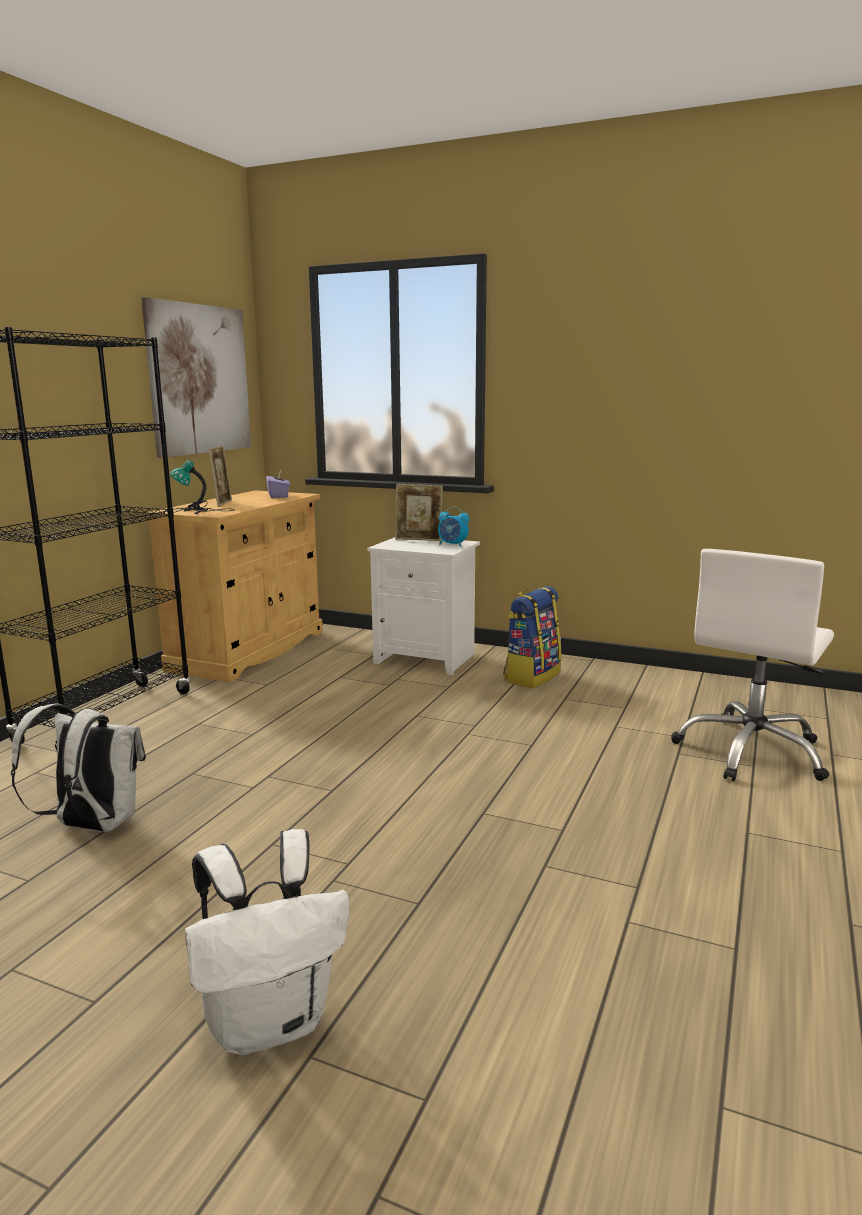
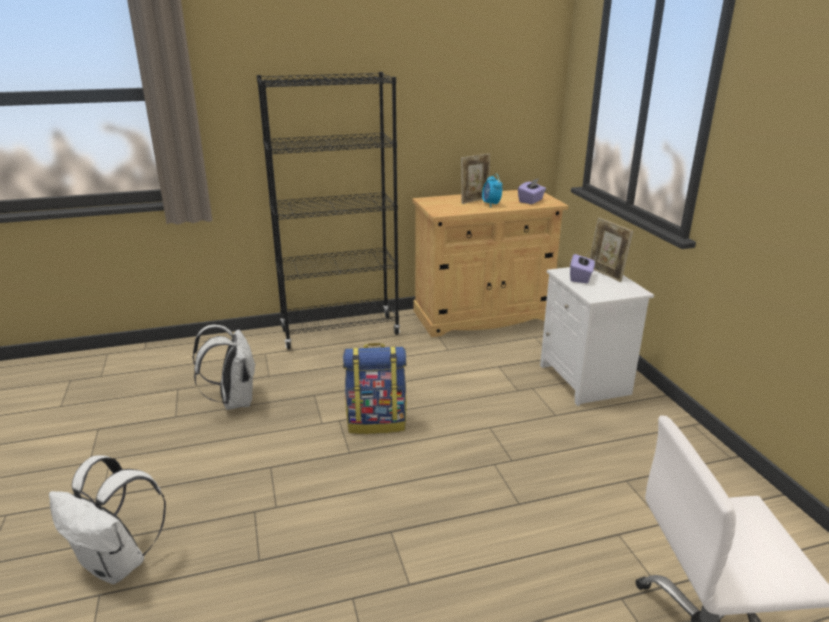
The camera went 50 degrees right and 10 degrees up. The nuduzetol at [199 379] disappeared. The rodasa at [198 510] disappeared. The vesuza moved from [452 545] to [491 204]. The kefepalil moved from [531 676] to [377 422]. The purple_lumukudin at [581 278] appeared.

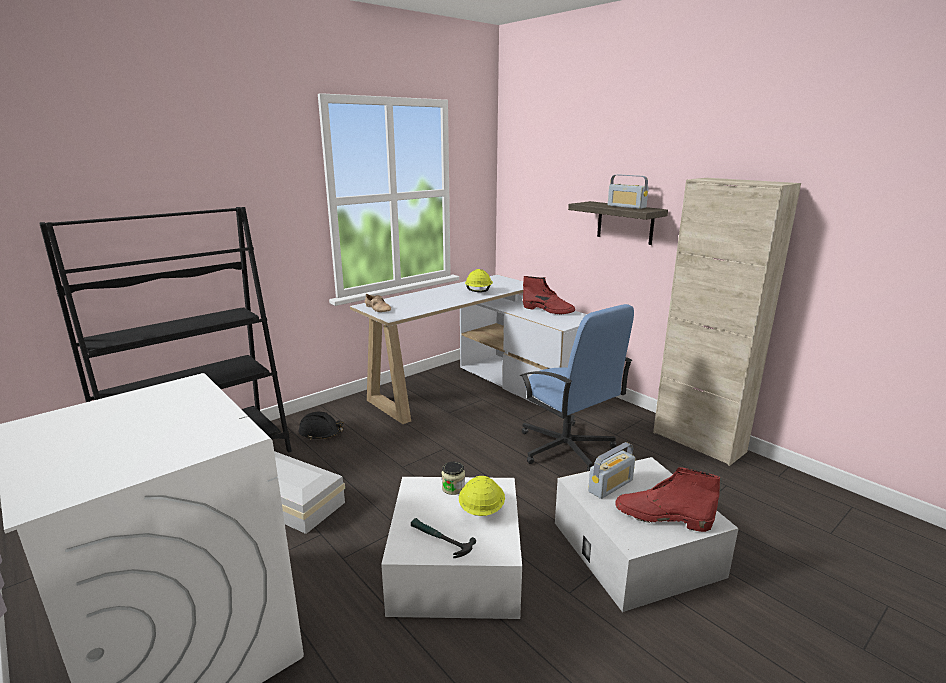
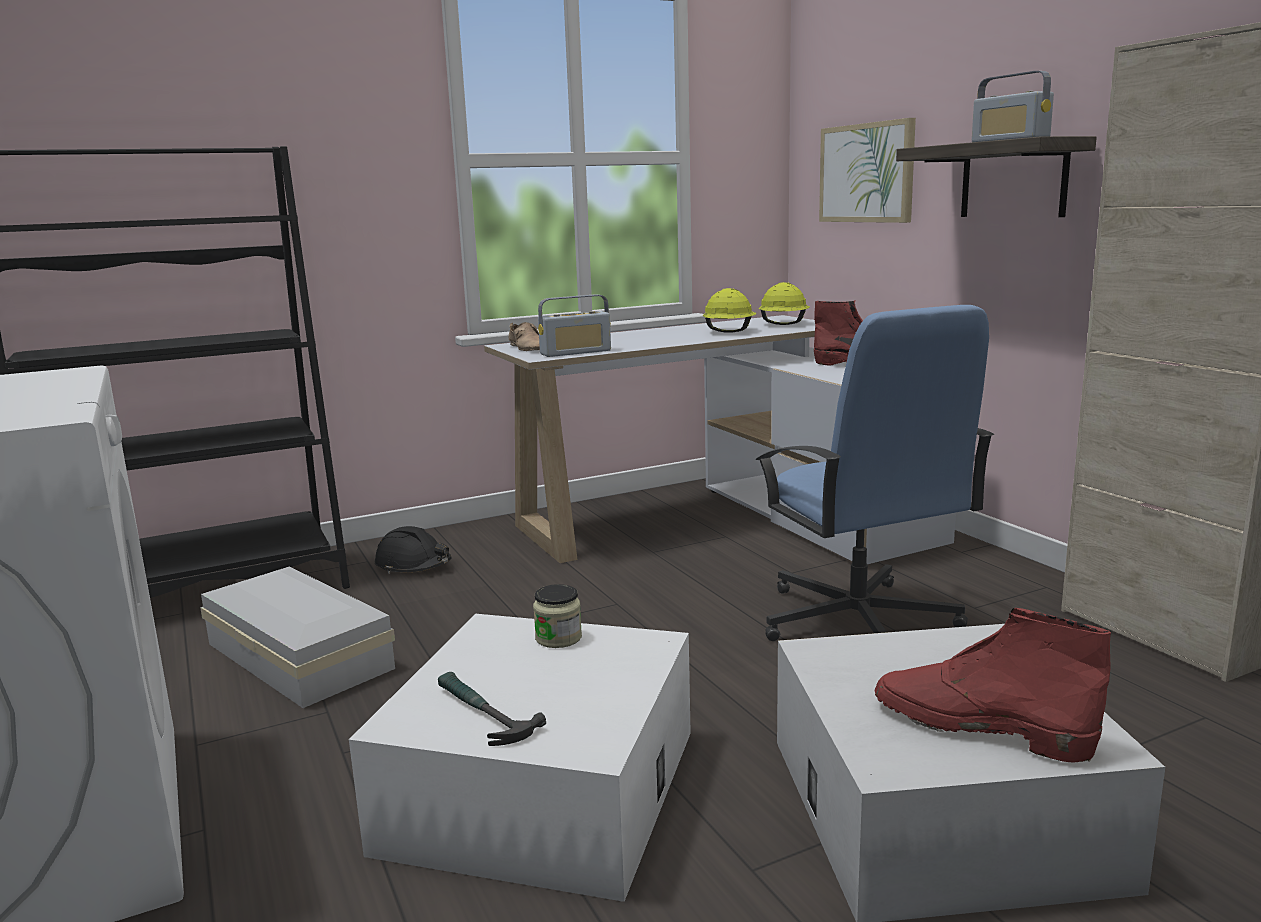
The camera went 15 degrees right and 5 degrees down. The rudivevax moved from [610 486] to [575 352]. The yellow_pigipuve moved from [481 510] to [783 324]. The nuduzetol at [867 173] appeared.

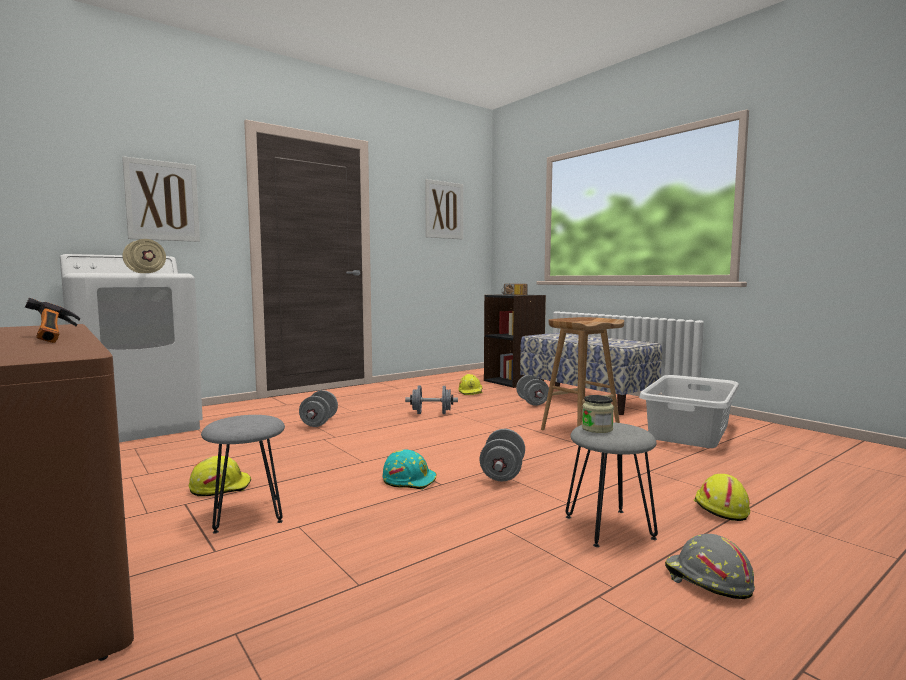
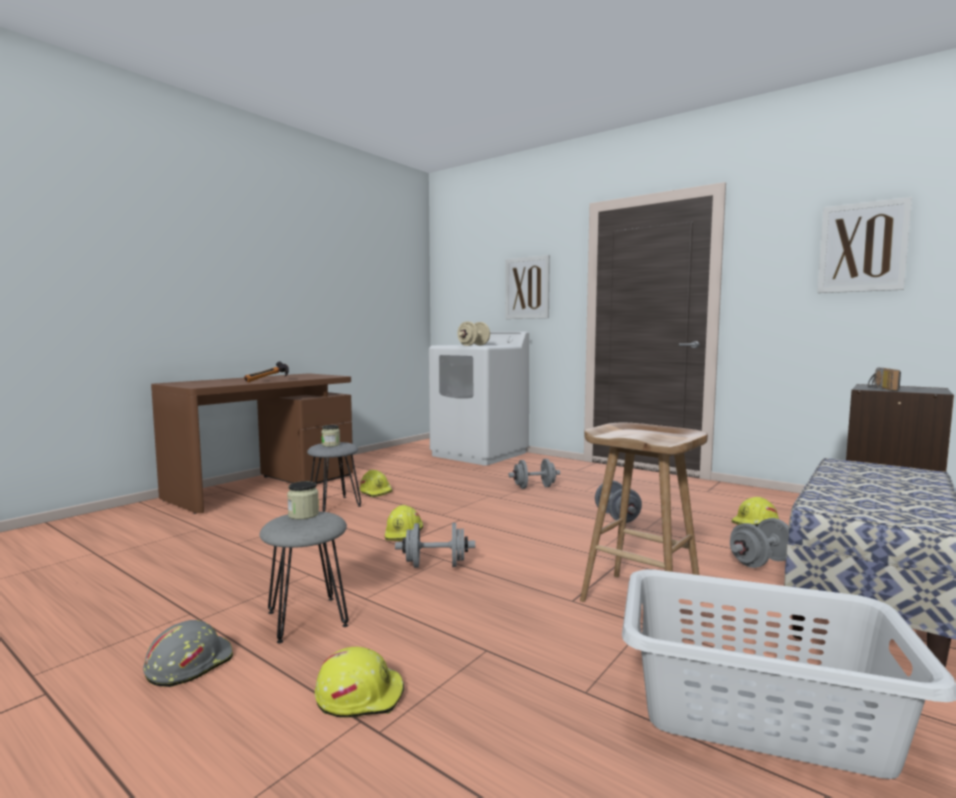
The camera went 75 degrees right and 0 degrees up. The turquoise_pigipuve at [409 480] became the yellow_pigipuve at [404 534]. The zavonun at [331 445] appeared.

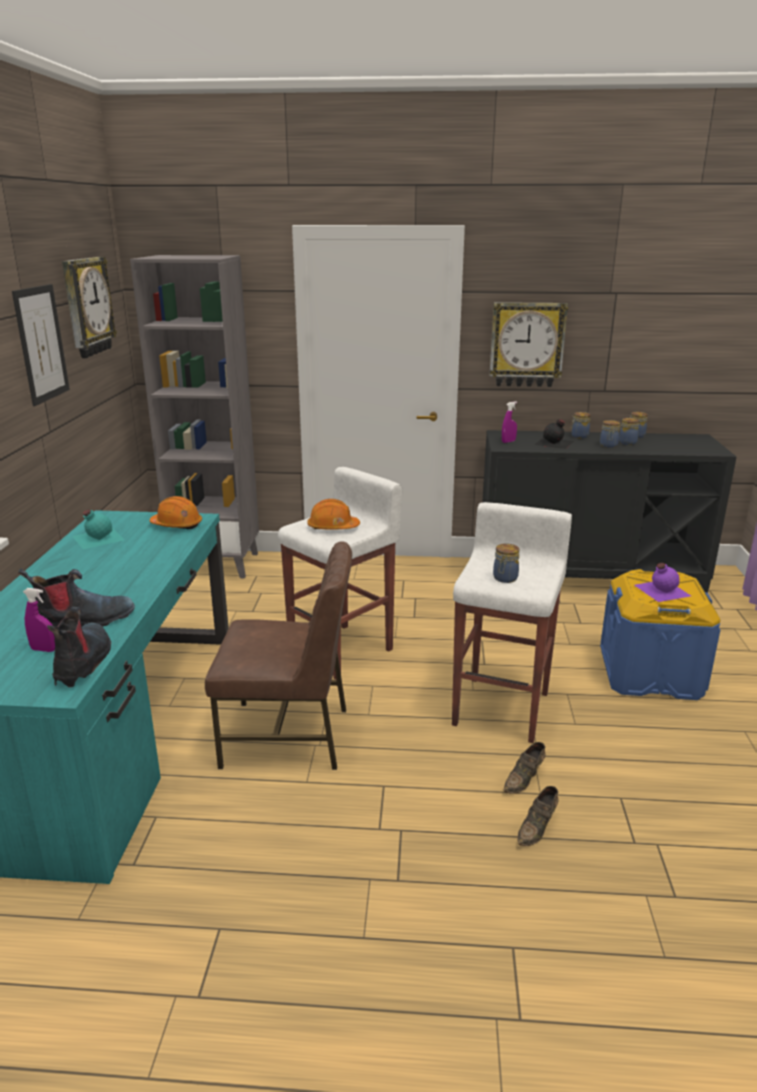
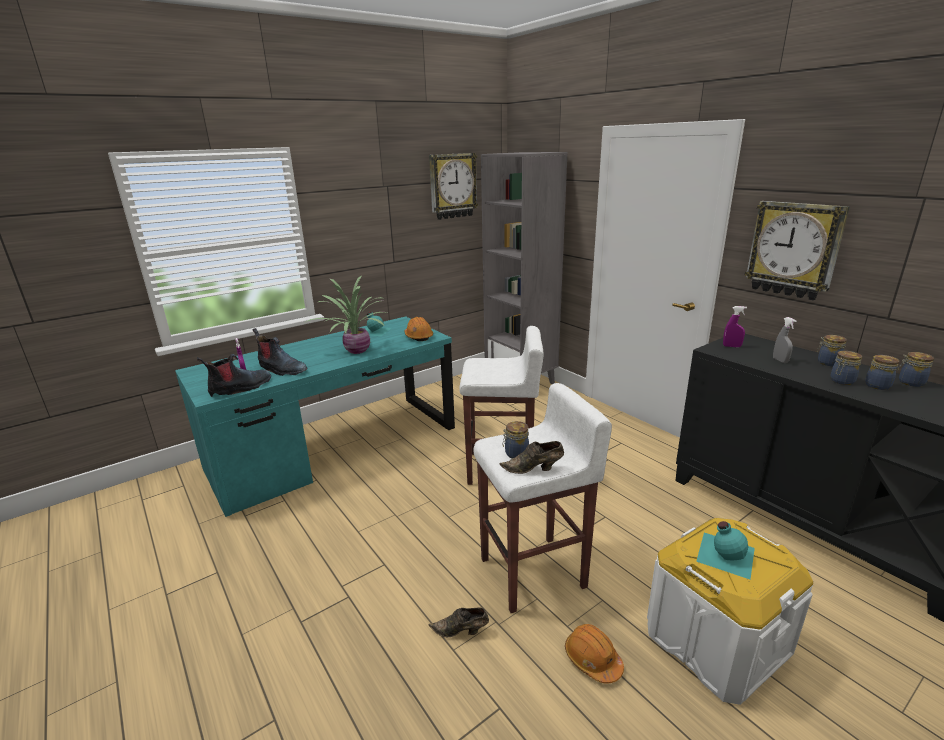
The camera went 50 degrees right and 0 degrees up. The nuduzetol at [41 344] disappeared. The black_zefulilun at [554 443] was replaced by the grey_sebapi at [780 360]. The orange_pigipuve moved from [332 527] to [592 659]. The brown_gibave at [288 736] disappeared. The purple_zefulilun at [661 590] became the turquoise_zefulilun at [725 553]. The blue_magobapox at [650 673] became the white_magobapox at [715 641]. The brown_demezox moved from [538 828] to [534 469]. The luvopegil at [356 350] appeared.

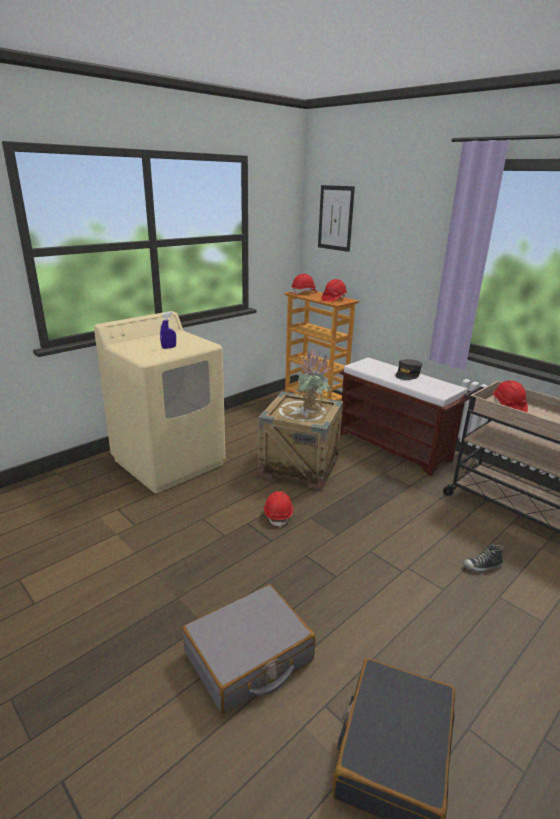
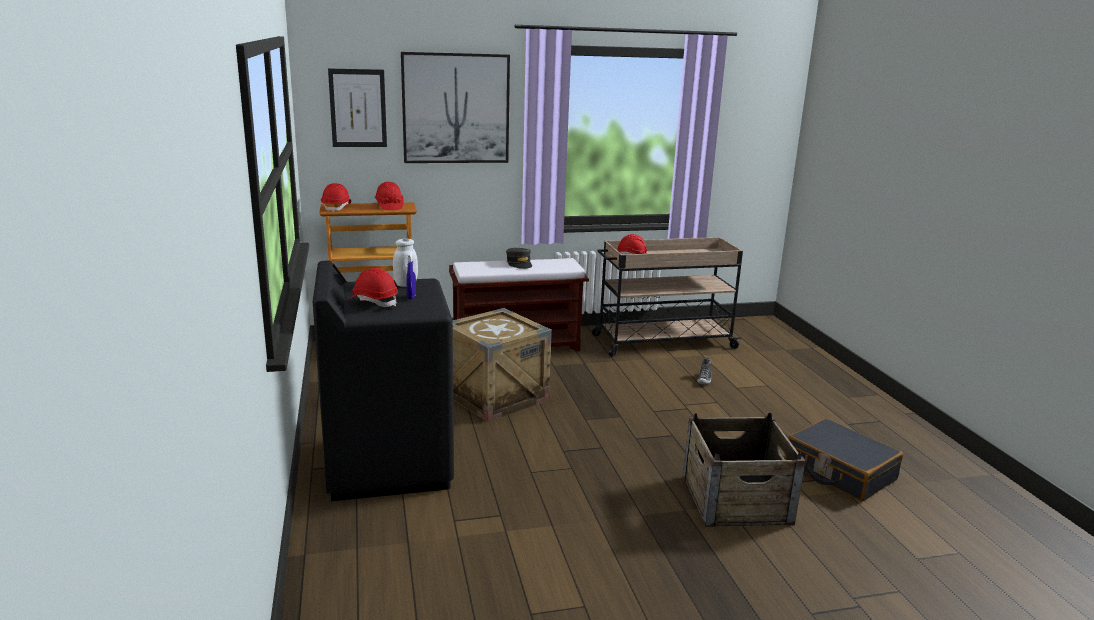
The camera went 60 degrees left and 5 degrees down. The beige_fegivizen at [169 461] became the black_fegivizen at [388 464]. The luvopegil at [312 411] disappeared. The red_pigipuve moved from [278 514] to [374 301]. The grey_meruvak at [249 657] was replaced by the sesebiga at [735 499]. The nuduzetol at [456 108] appeared. The white_zavonun at [405 284] appeared.

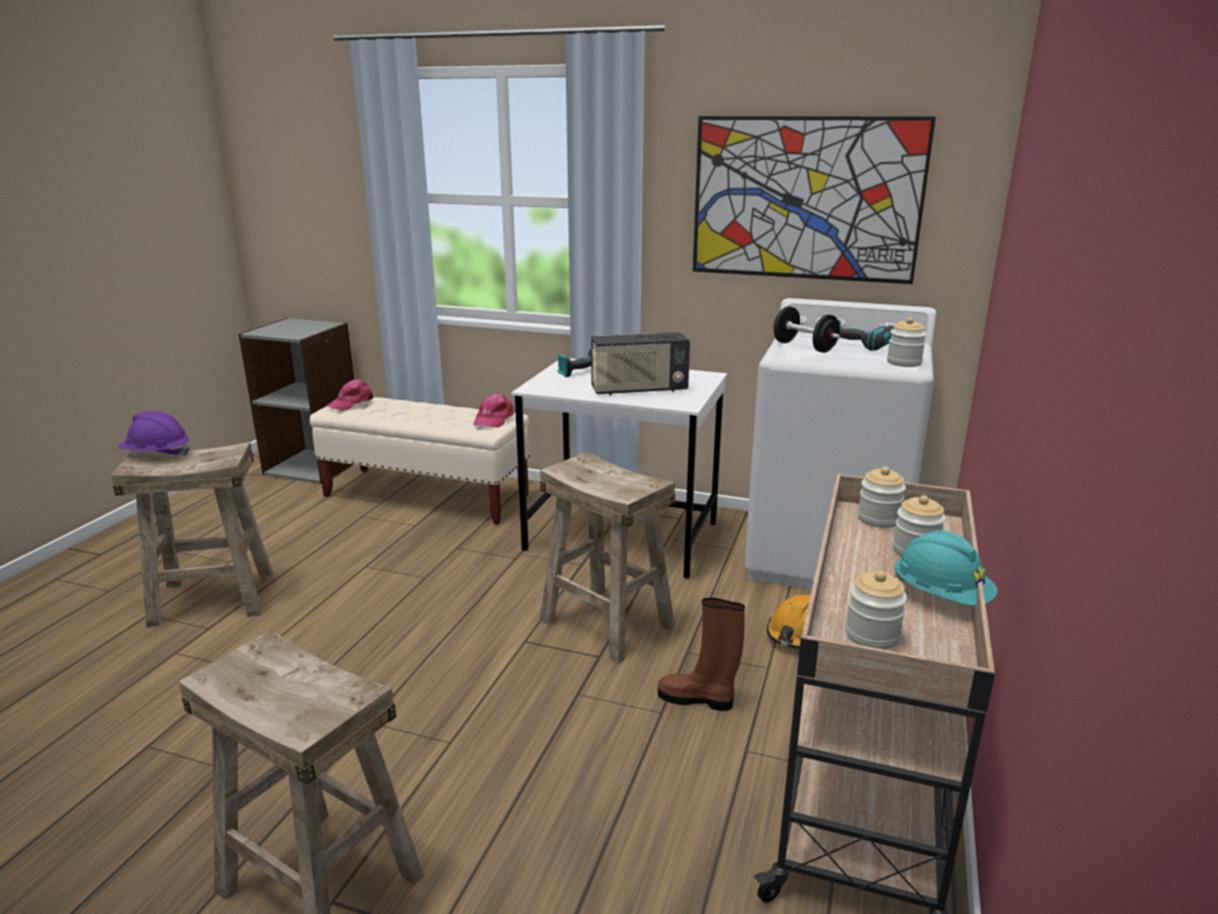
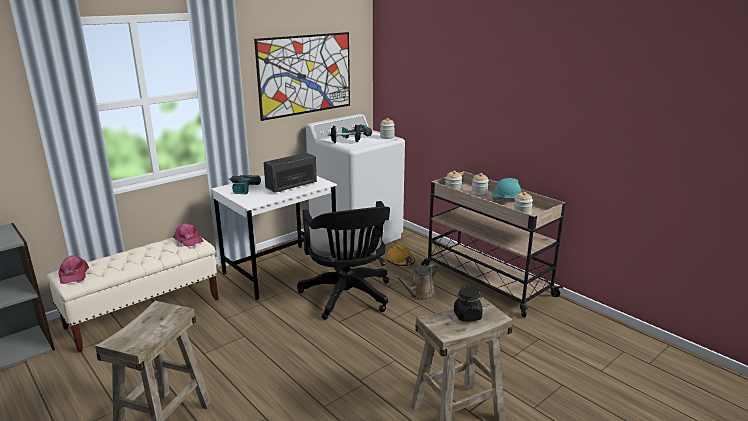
The camera went 60 degrees left and 0 degrees up. The rudivevax at [638 390] turned 150 degrees counterclockwise. The purple_pigipuve at [157 454] disappeared. The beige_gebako at [605 623] was replaced by the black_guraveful at [348 297]. The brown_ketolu at [697 699] was replaced by the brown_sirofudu at [419 294]. The black_zavonun at [467 316] appeared.

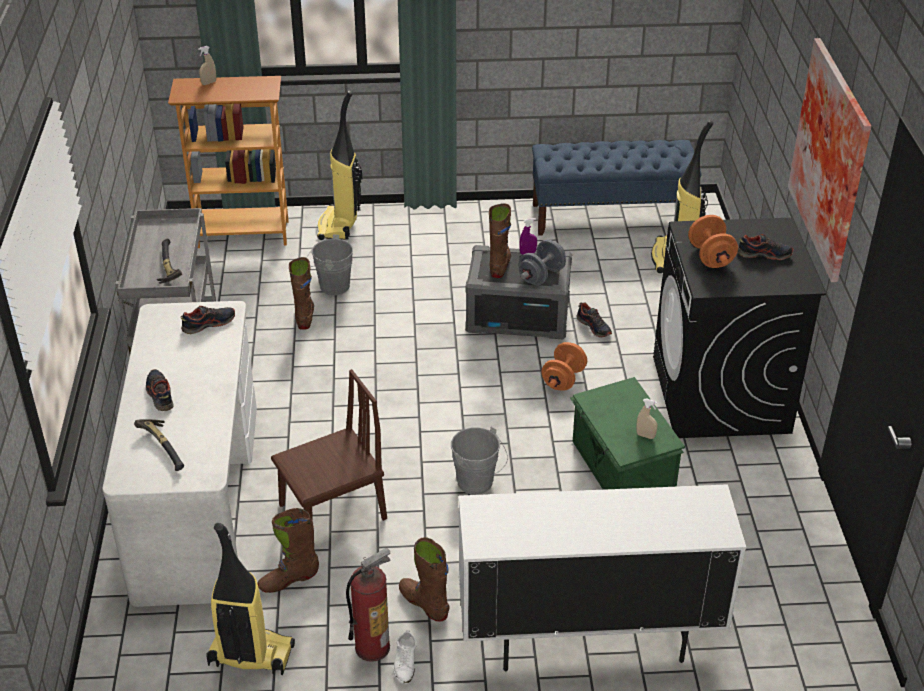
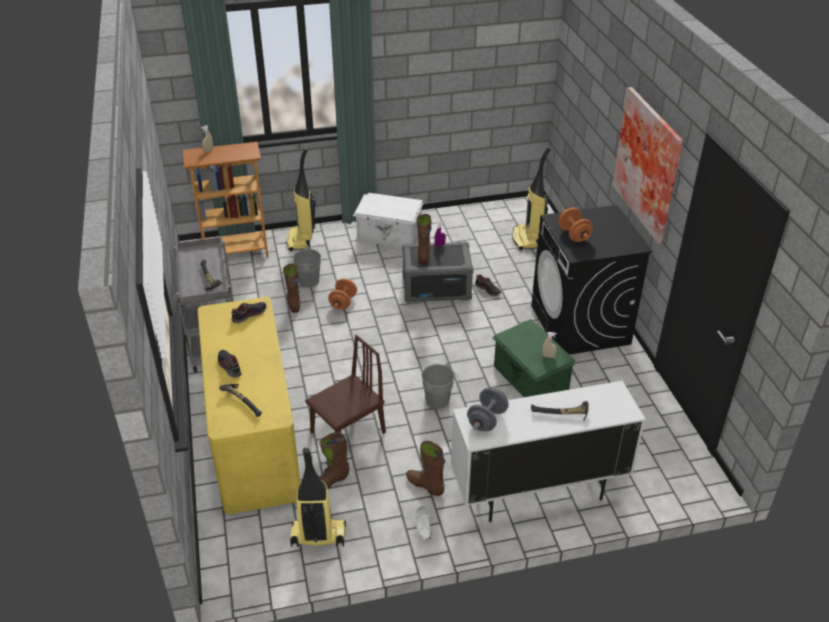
The camera went 10 degrees left and 0 degrees up. The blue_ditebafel at [611 217] disappeared. The demezox at [764 254] disappeared. The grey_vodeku moved from [541 276] to [487 420]. The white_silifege at [197 499] became the yellow_silifege at [253 435]. The orange_vodeku moved from [563 379] to [343 302]. The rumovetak at [372 646] disappeared. The white_magobapox at [389 236] appeared. The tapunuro at [561 415] appeared.

